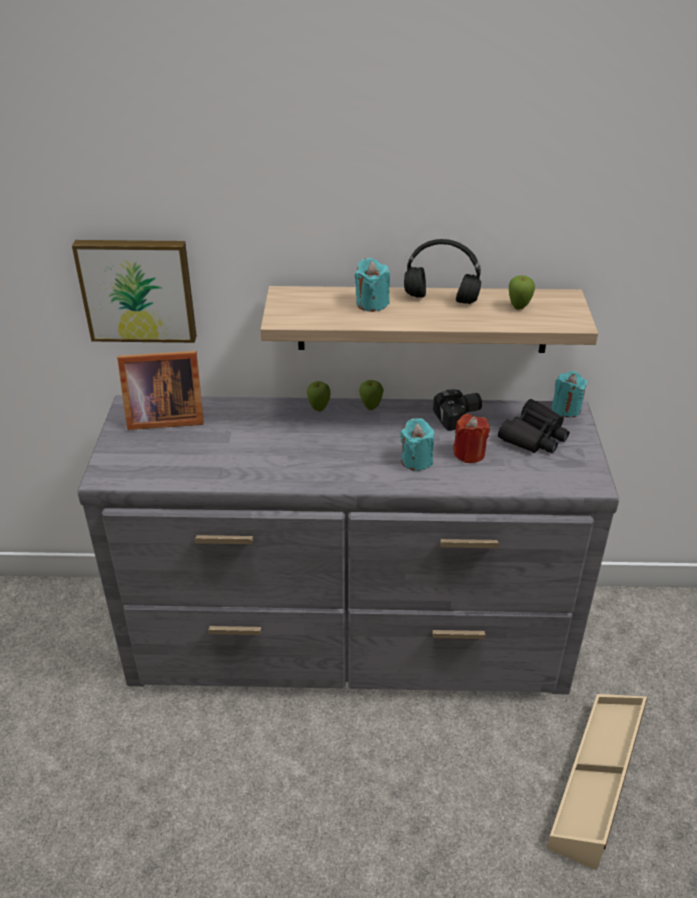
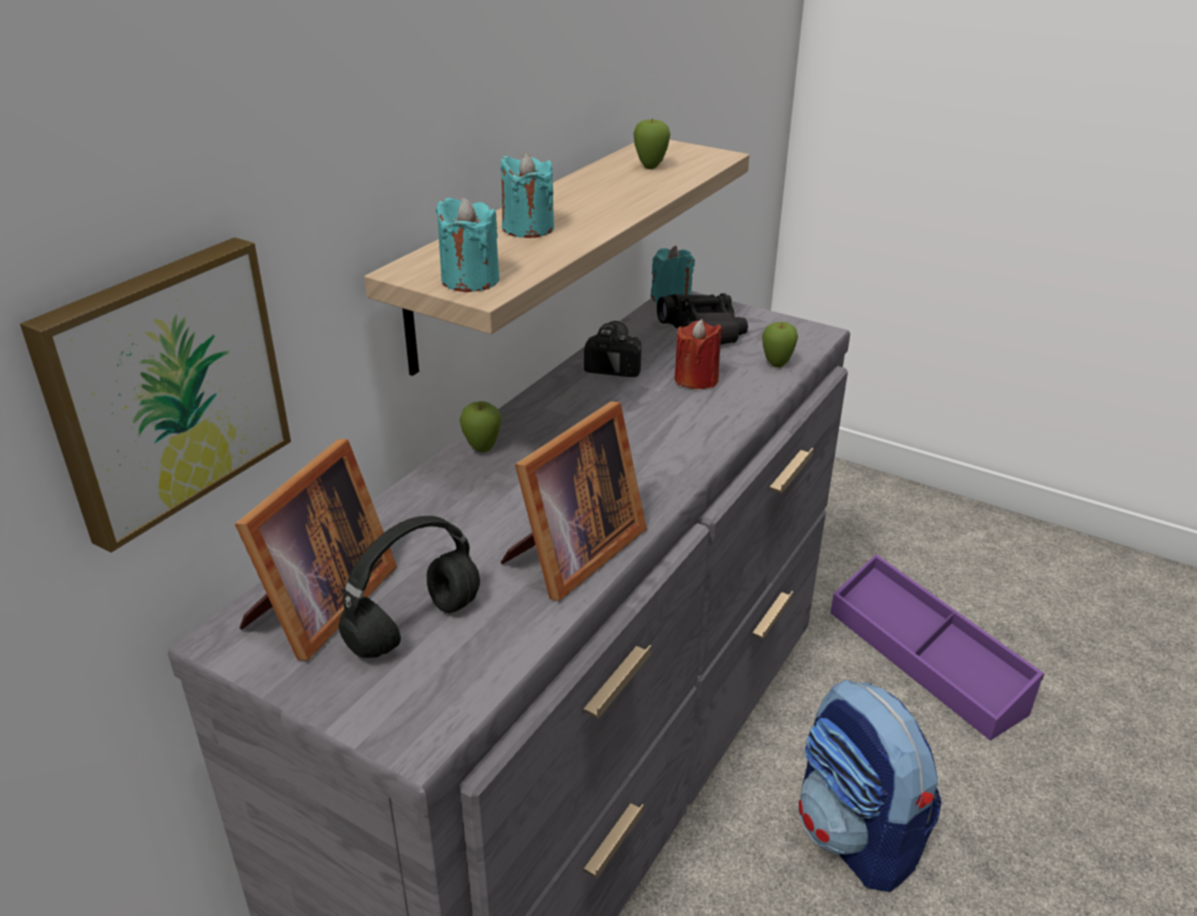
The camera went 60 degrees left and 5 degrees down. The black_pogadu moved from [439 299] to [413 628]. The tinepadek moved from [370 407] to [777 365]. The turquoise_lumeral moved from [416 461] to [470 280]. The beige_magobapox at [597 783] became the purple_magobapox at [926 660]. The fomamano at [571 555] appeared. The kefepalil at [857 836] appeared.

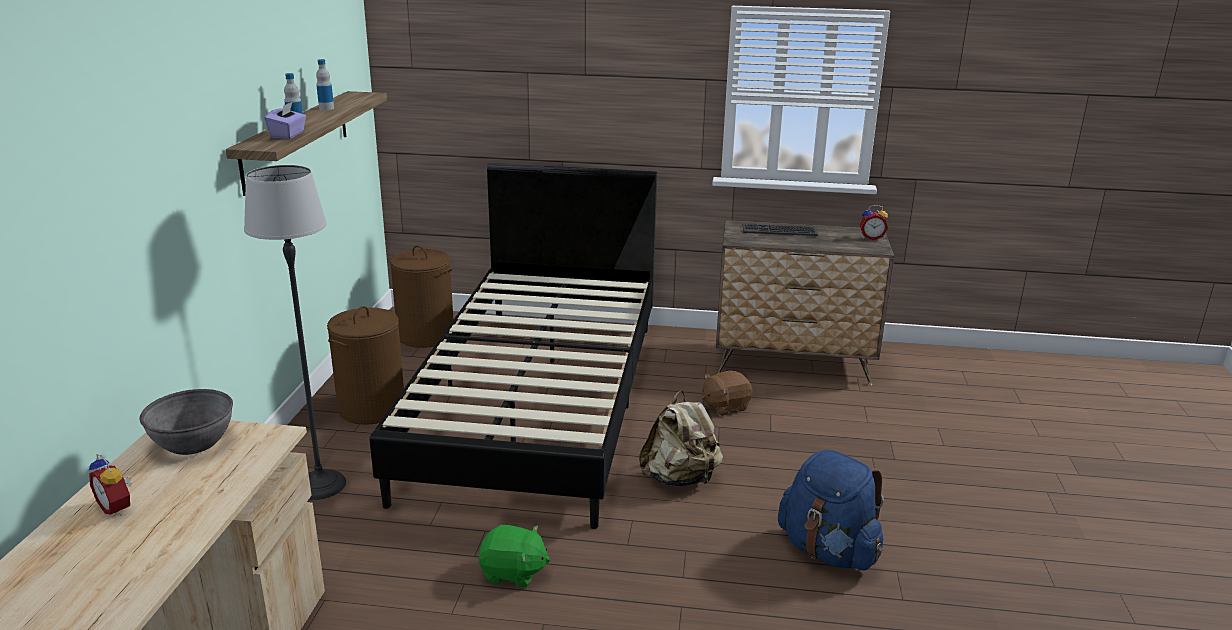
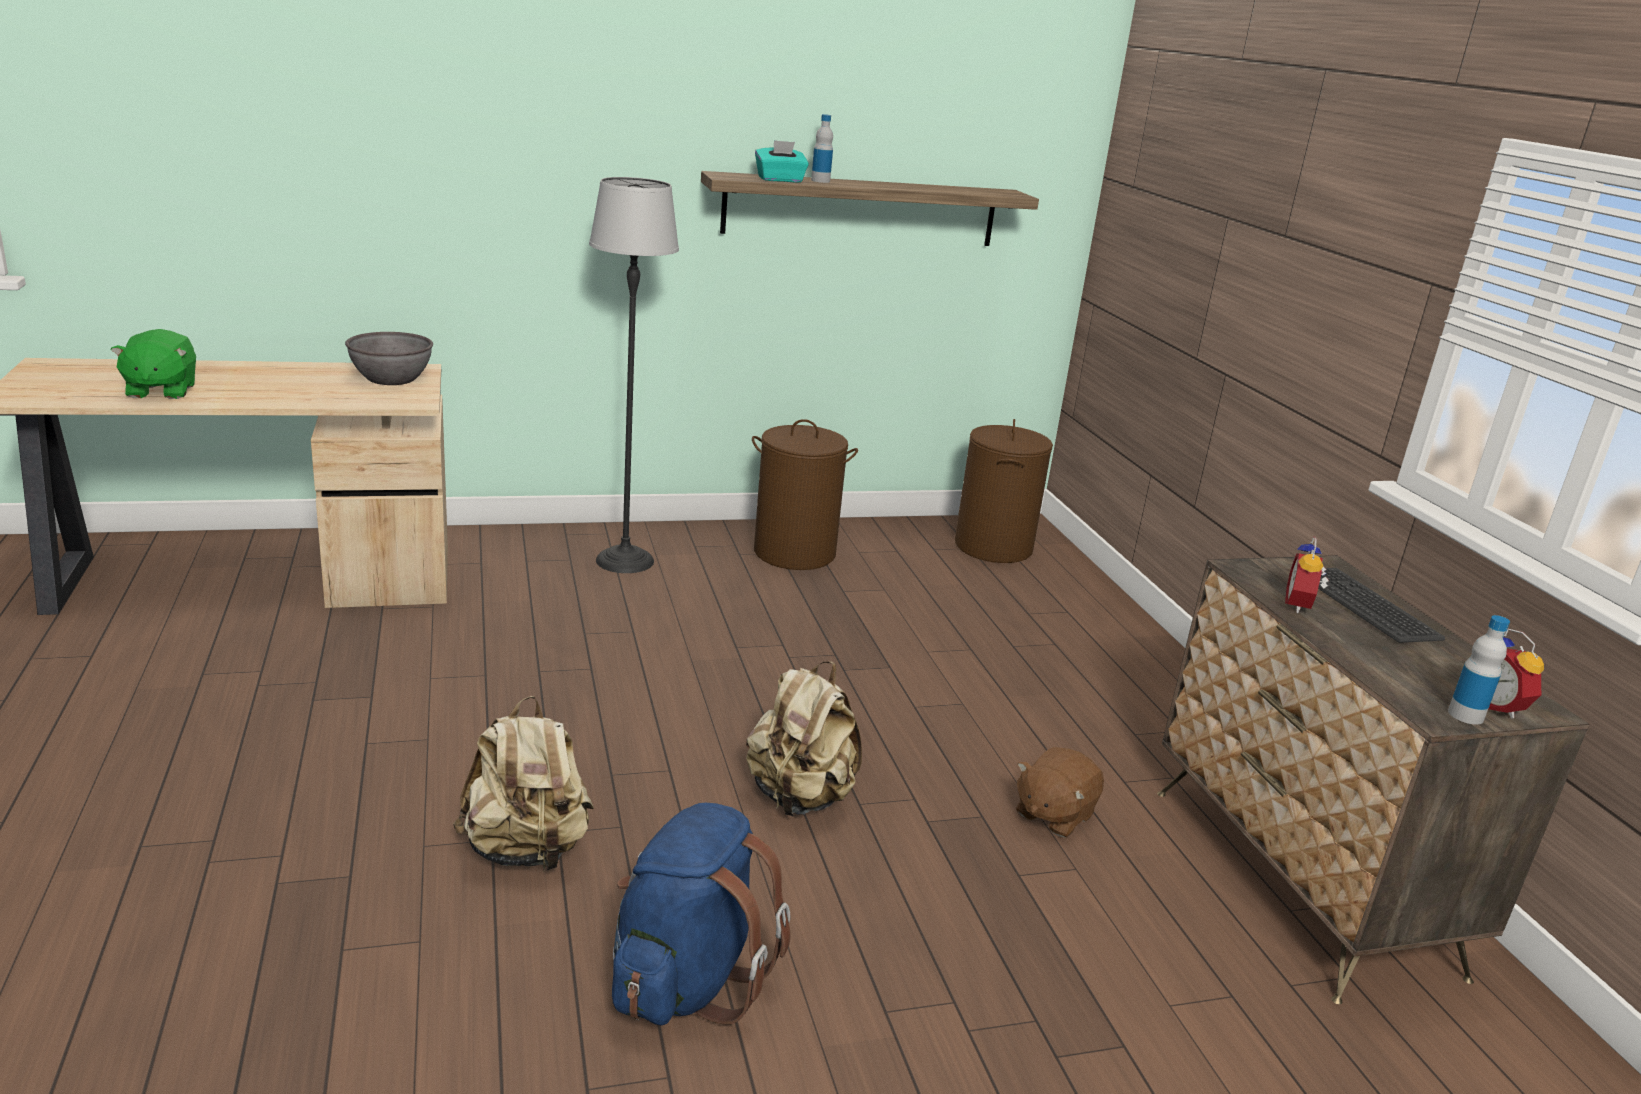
The camera went 65 degrees right and 0 degrees up. The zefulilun moved from [326 108] to [1465 715]. The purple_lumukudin at [288 135] became the turquoise_lumukudin at [780 180]. The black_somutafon at [538 403] disappeared. The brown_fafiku at [725 406] turned 90 degrees counterclockwise. The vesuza moved from [118 507] to [1300 606]. The green_fafiku moved from [513 573] to [160 391]. The beige_kefepalil at [526 850] appeared.

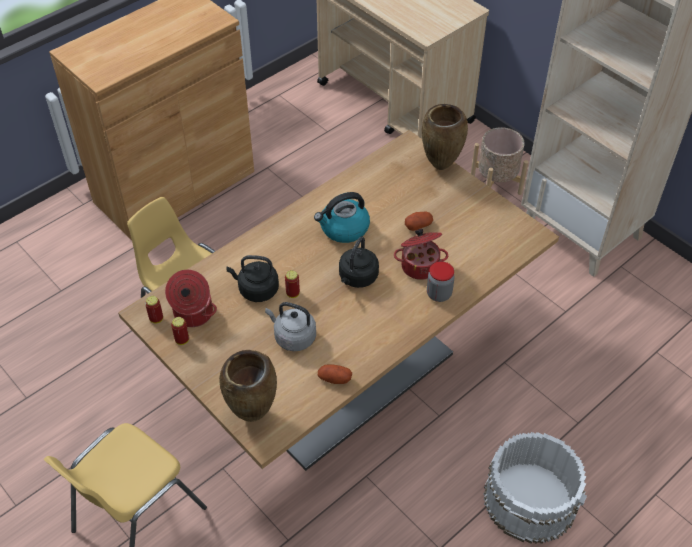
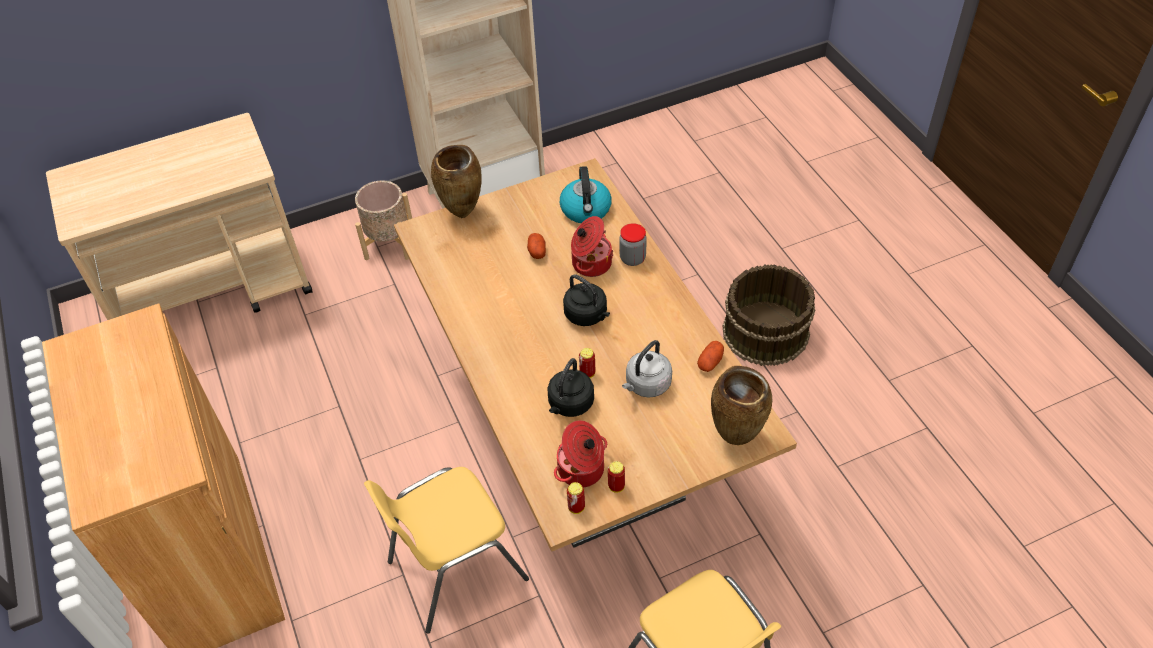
The camera went 70 degrees left and 0 degrees up. The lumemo moved from [343 229] to [586 210]. The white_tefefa at [530 499] became the brown_tefefa at [765 331].

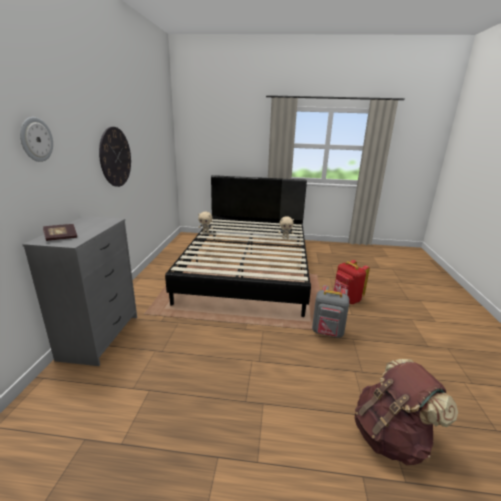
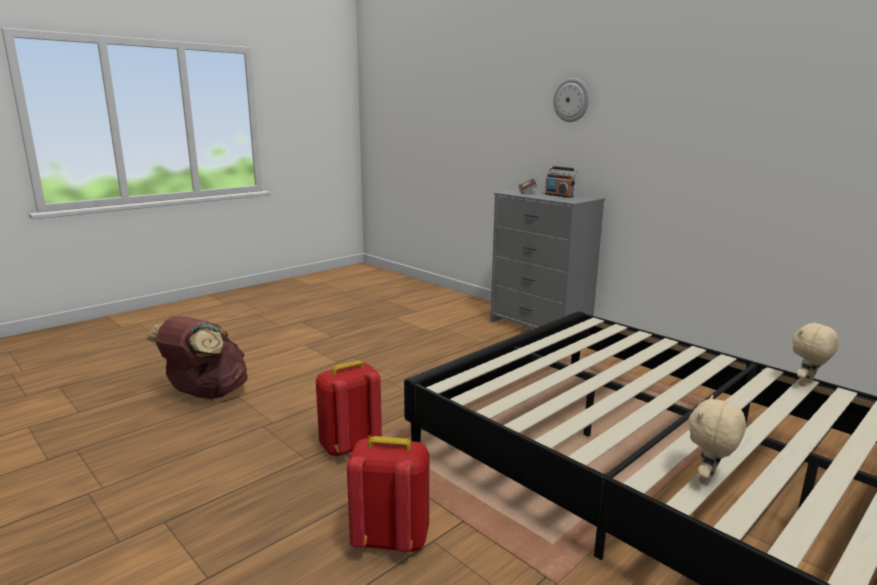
The camera went 130 degrees right and 5 degrees down. The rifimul at [115 157] disappeared. The grey_kefepalil at [327 333] became the red_kefepalil at [350 446]. The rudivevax at [559 195] appeared.

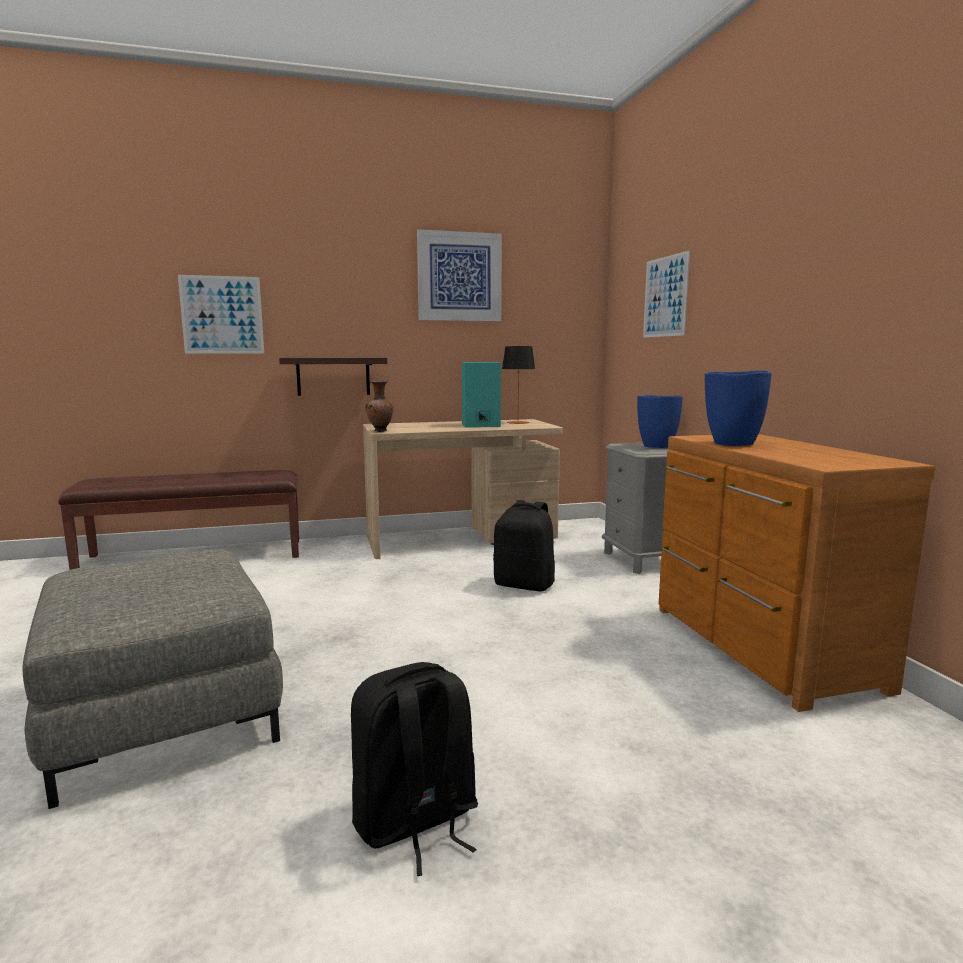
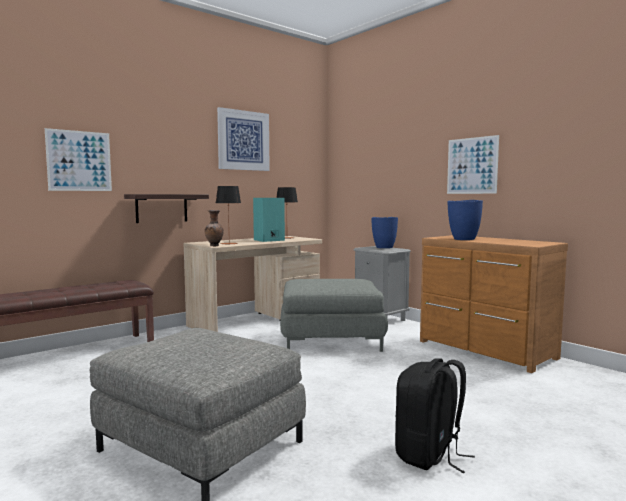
The camera went 25 degrees left and 5 degrees down. The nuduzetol moved from [665 296] to [472 165]. The black_kefepalil at [524 585] was replaced by the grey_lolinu at [332 340]. The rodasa at [229 243] appeared.

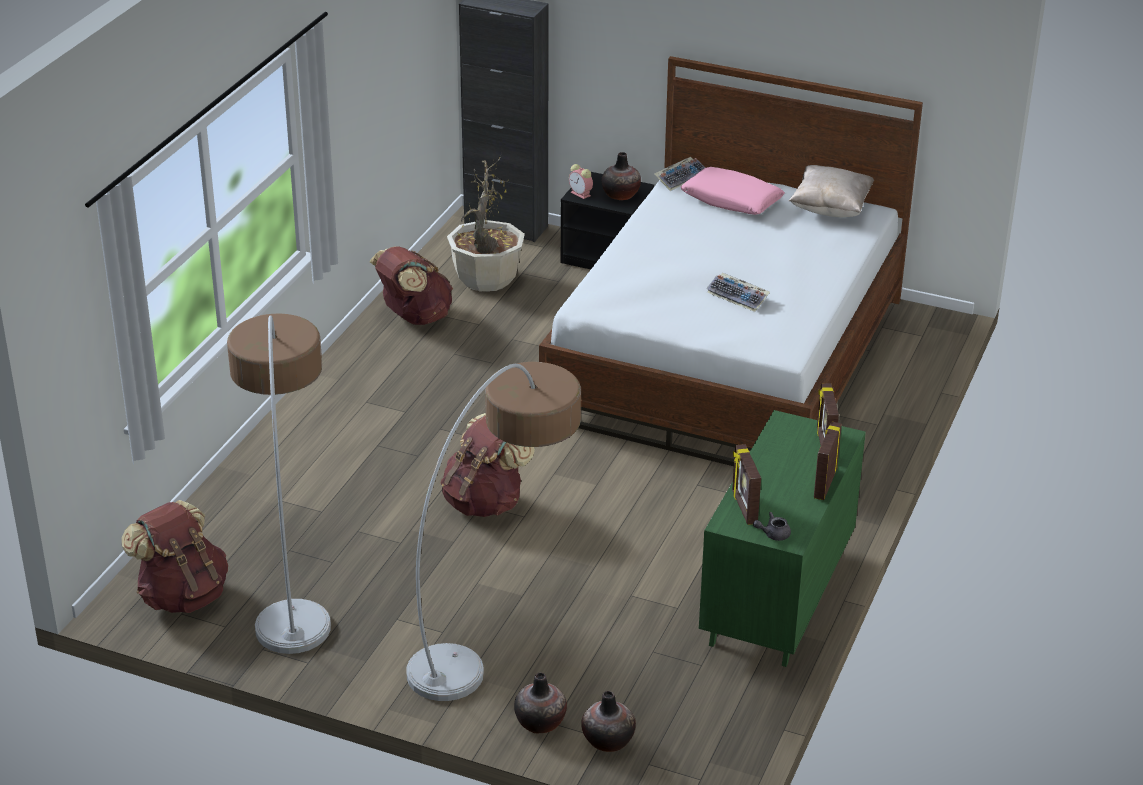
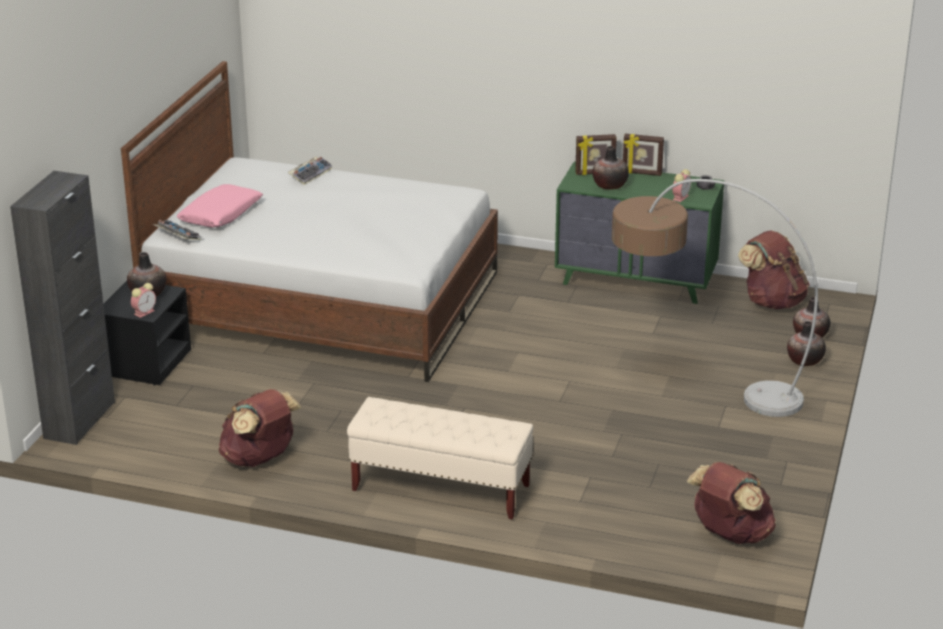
The camera went 95 degrees left and 5 degrees down. The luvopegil at [486 280] disappeared. The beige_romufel at [830 208] disappeared. The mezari moved from [738 297] to [310 174]. The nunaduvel at [290 563] disappeared. The brown_kefepalil moved from [485 502] to [772 301]. The fomamano at [743 508] was replaced by the vesuza at [680 197]. The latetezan at [609 185] appeared. The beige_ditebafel at [440 488] appeared.

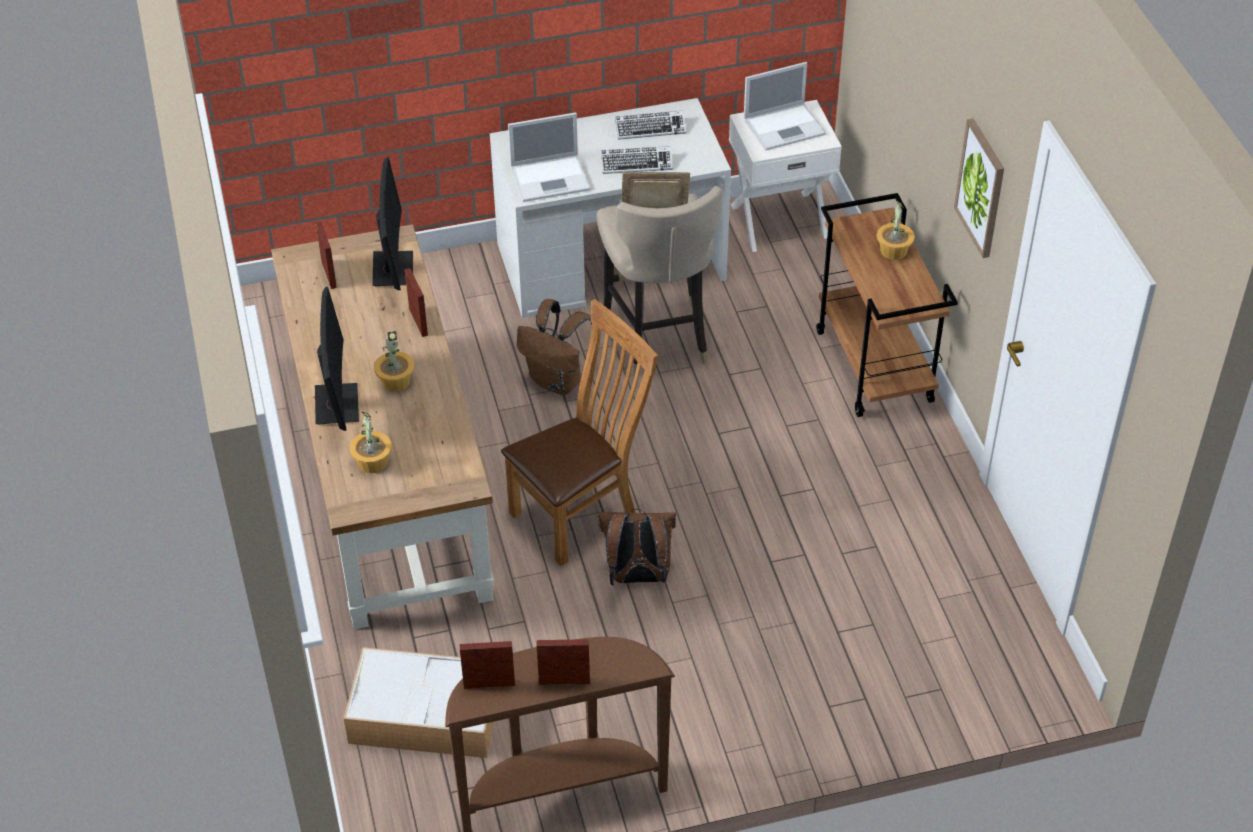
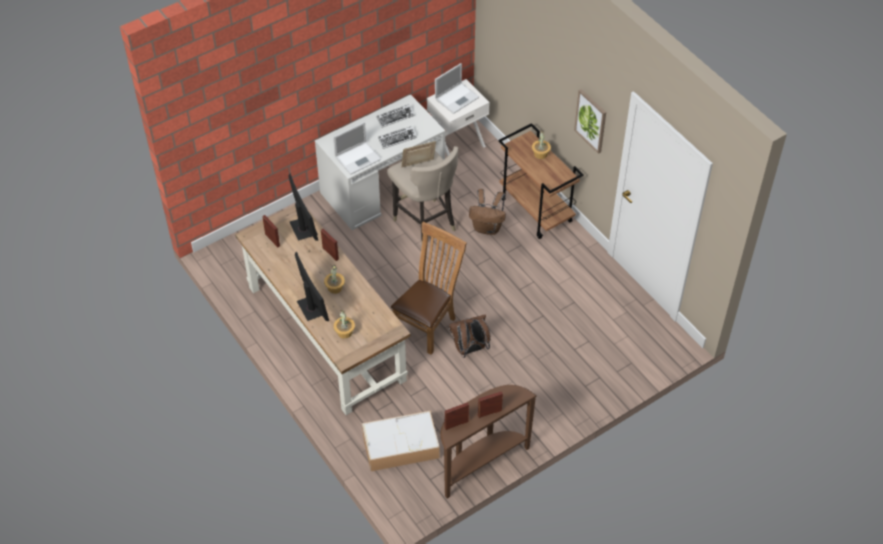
The camera went 20 degrees left and 5 degrees up. The brown_kefepalil moved from [558 381] to [487 228].

